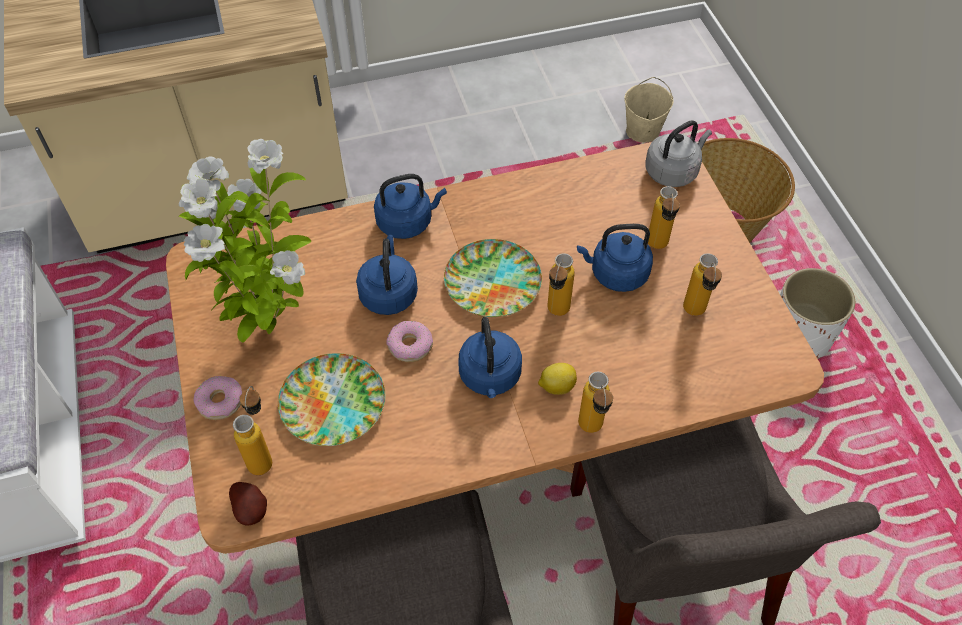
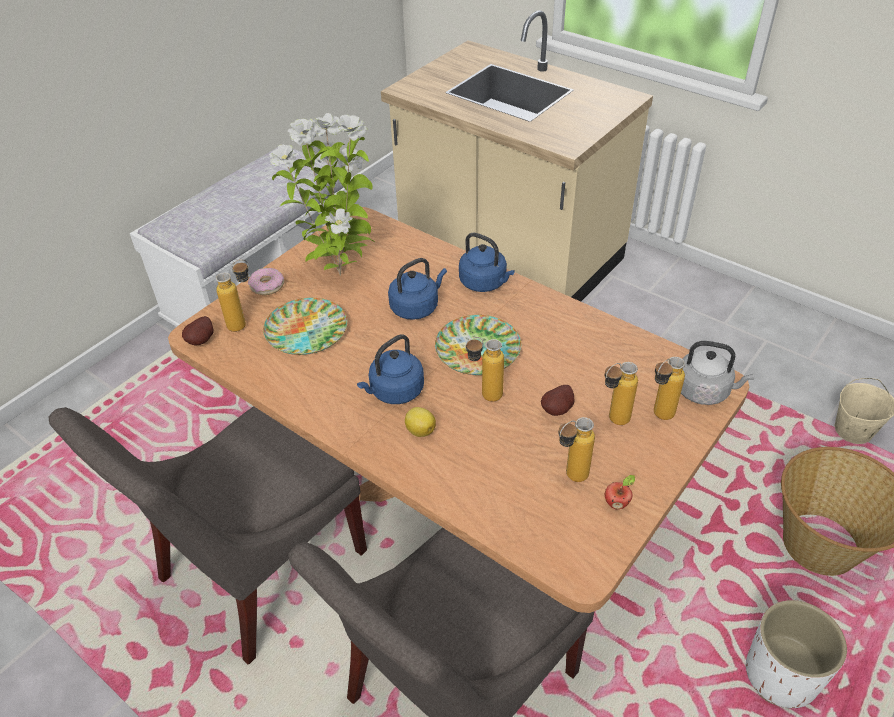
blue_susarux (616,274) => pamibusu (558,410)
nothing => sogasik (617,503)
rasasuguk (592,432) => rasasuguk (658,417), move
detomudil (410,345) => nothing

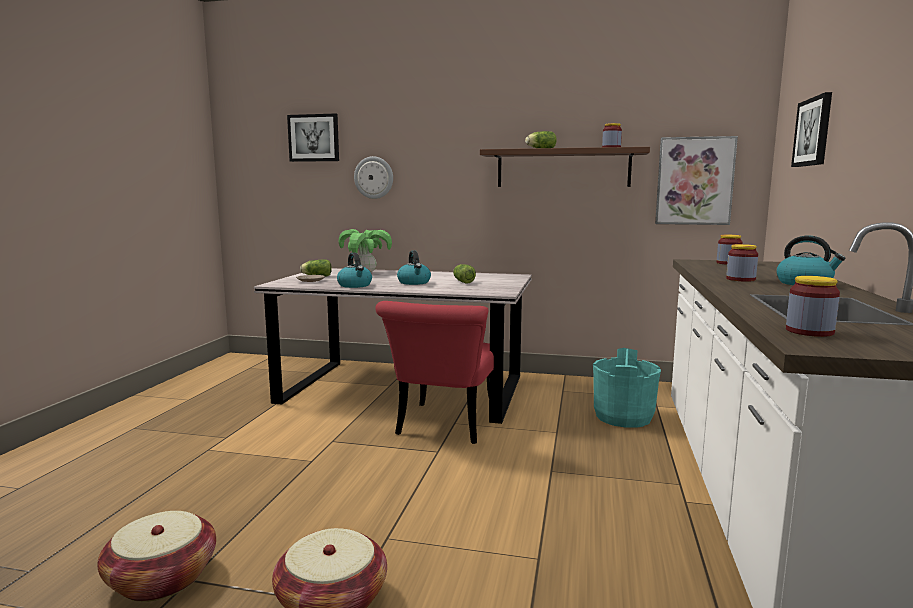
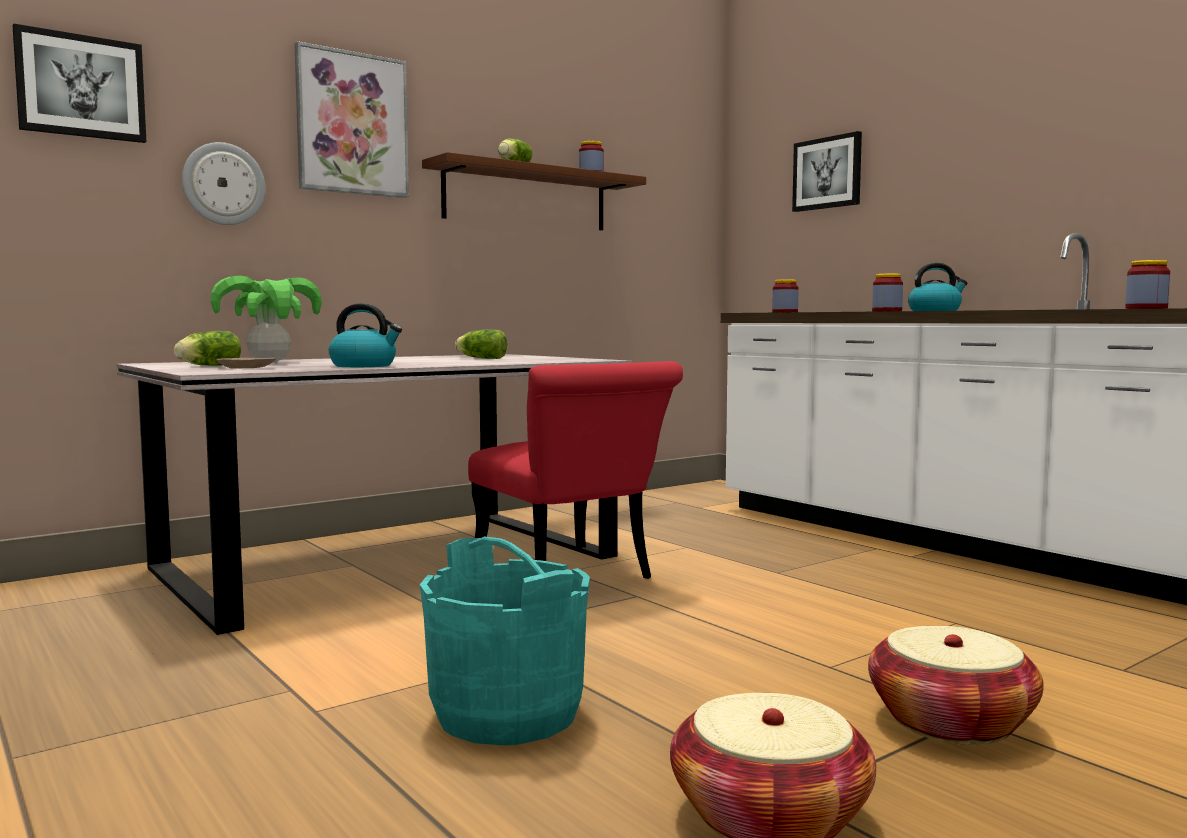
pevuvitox (694,181) => pevuvitox (352,124), move
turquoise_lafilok (623,417) => turquoise_lafilok (506,714), move
susarux (414,282) => nothing

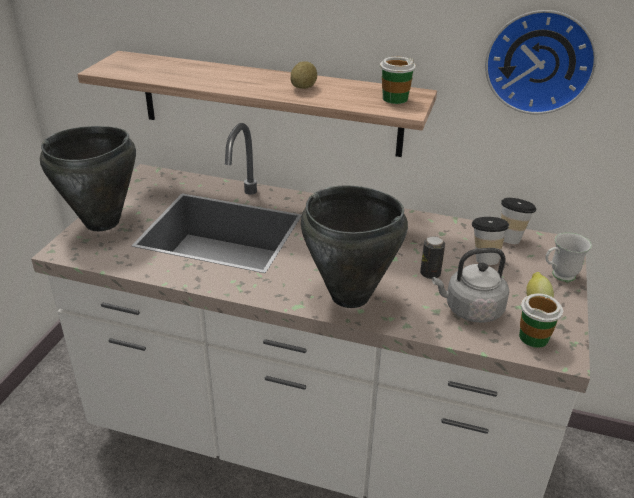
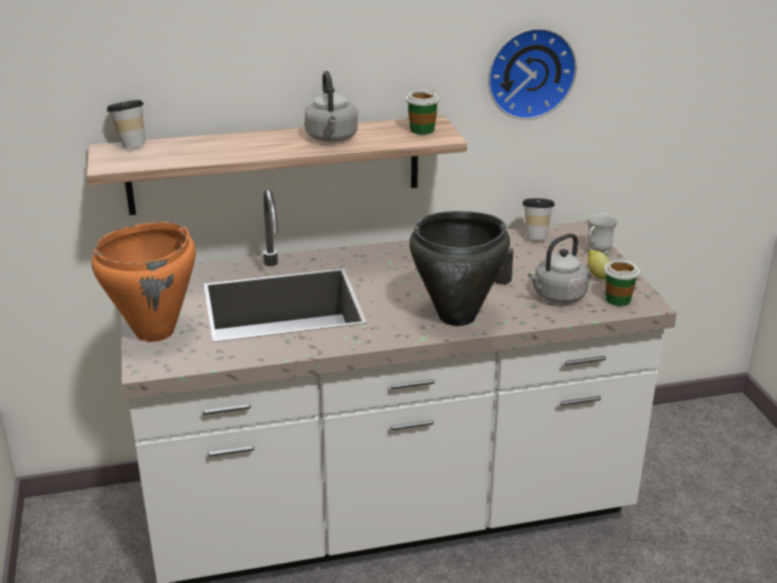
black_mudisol (102,223) => orange_mudisol (155,332)
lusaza (484,258) => lusaza (130,145), move
pamibusu (303,87) => grey_susarux (332,138)

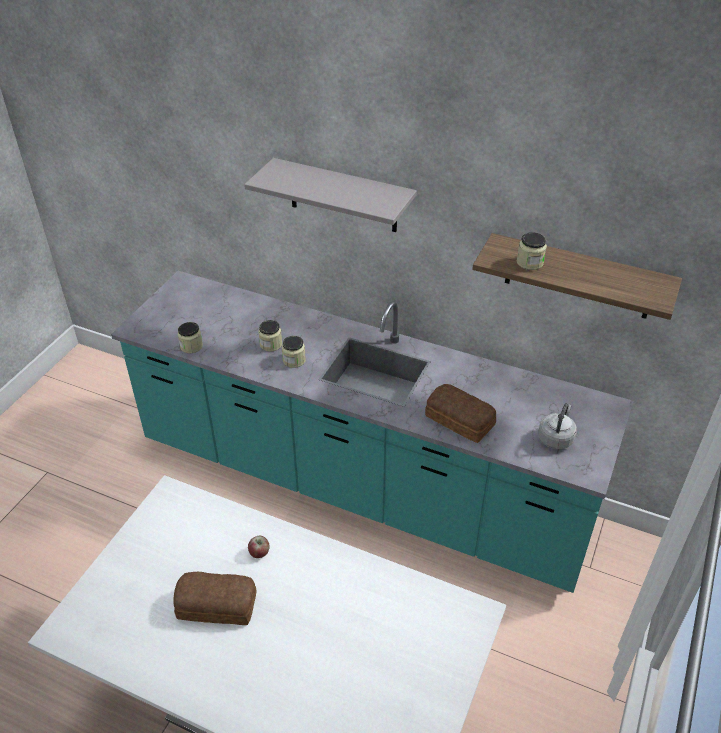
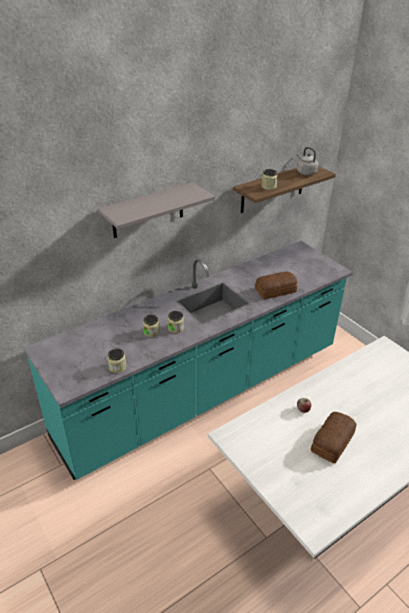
grey_susarux (556,438) => grey_susarux (305,172), move

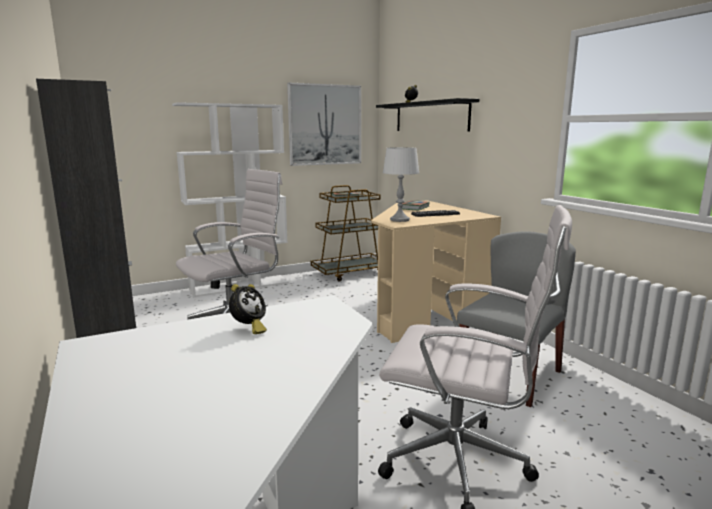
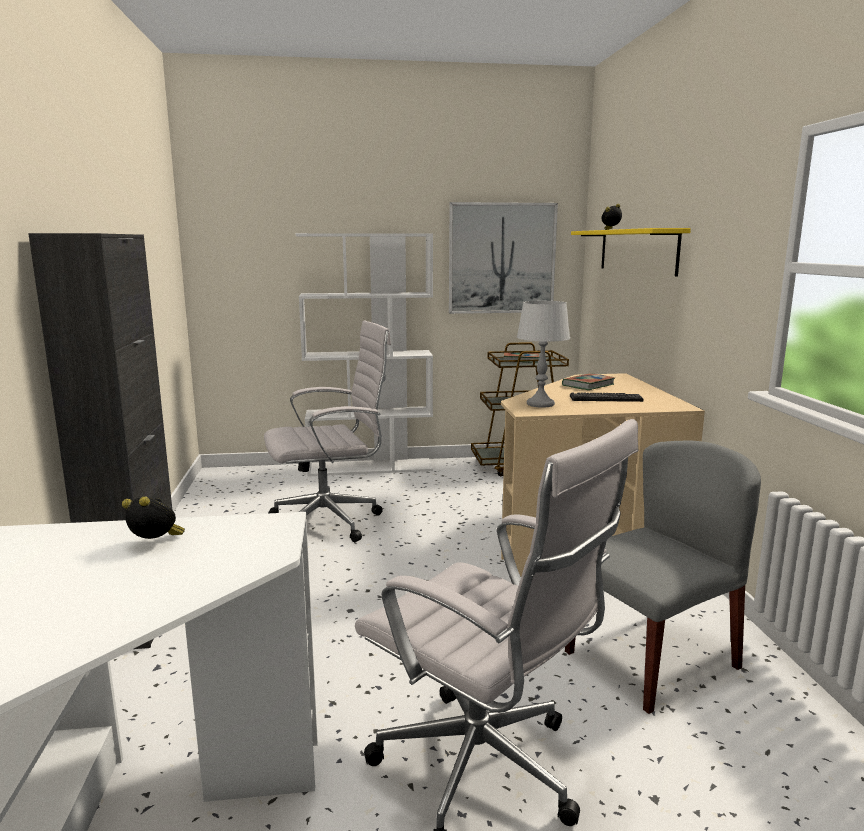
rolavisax (249,329) => rolavisax (156,543), 120 degrees counterclockwise
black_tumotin (430,116) => yellow_tumotin (636,251)

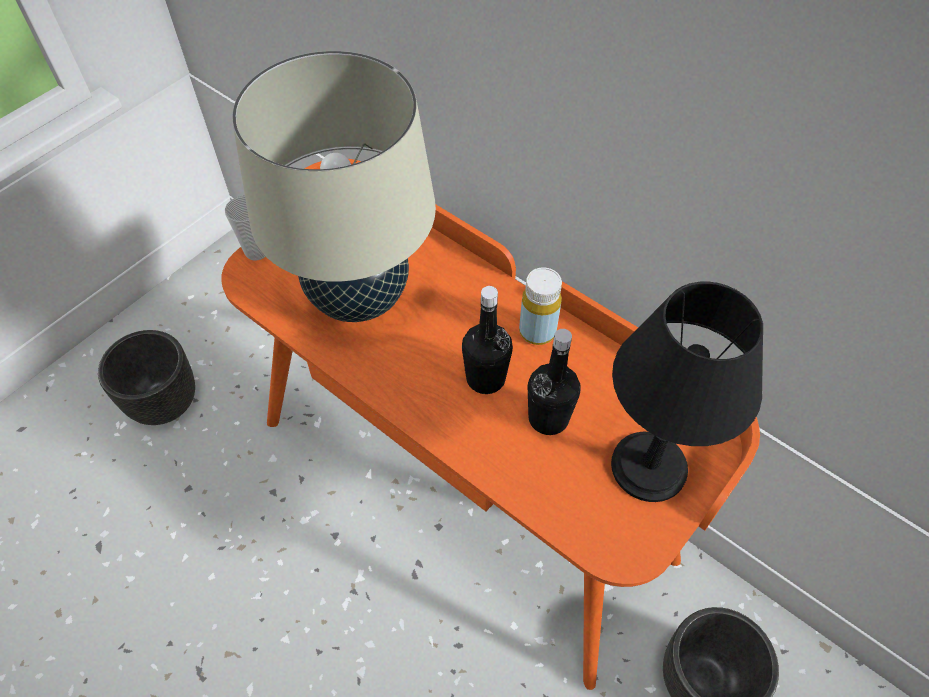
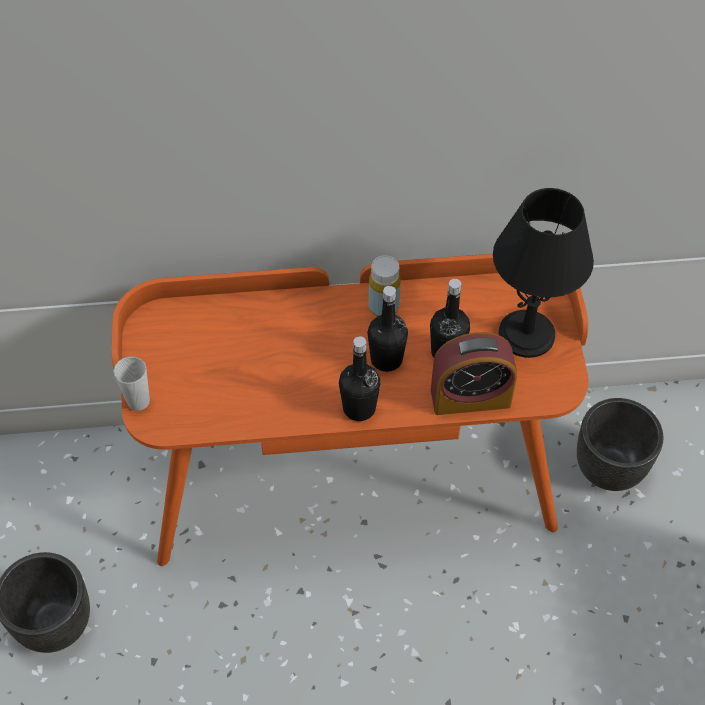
nothing => black_rasasuguk (359,408)
nothing => rolavisax (470,397)
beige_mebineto (358,296) => nothing

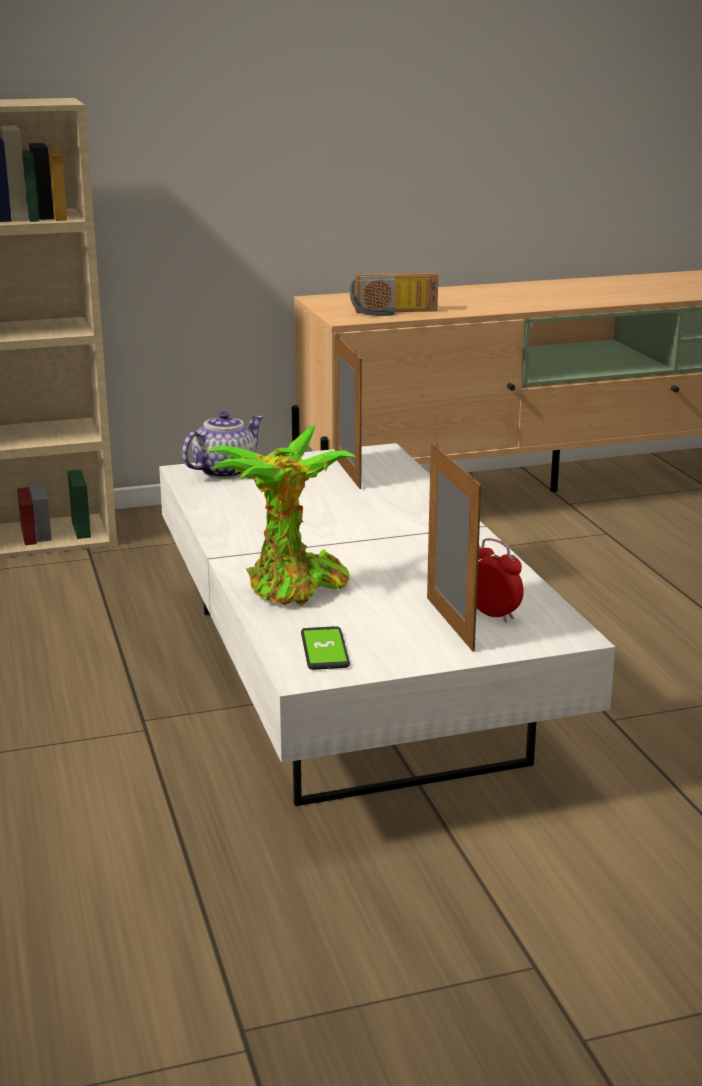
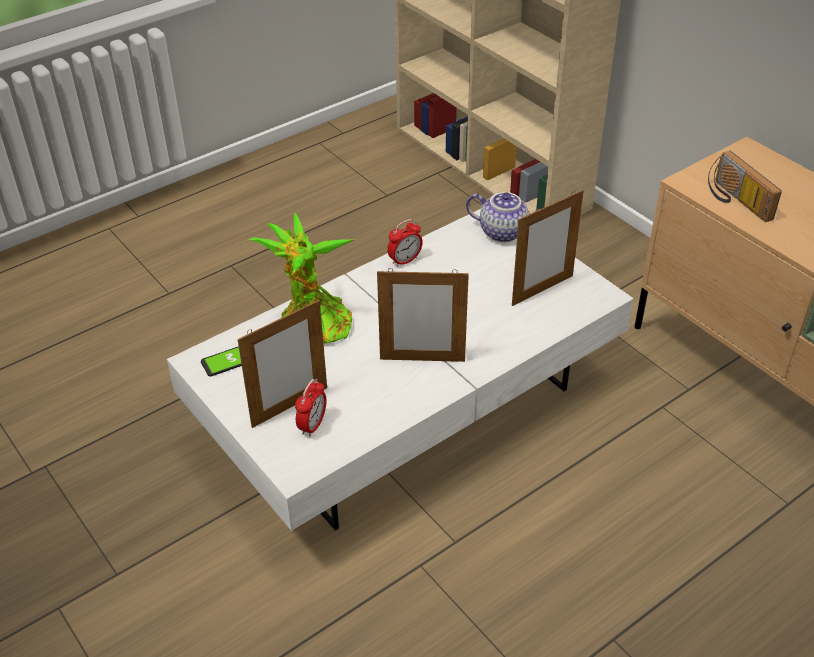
nothing => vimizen (422,360)
nothing => rolavisax (405,260)

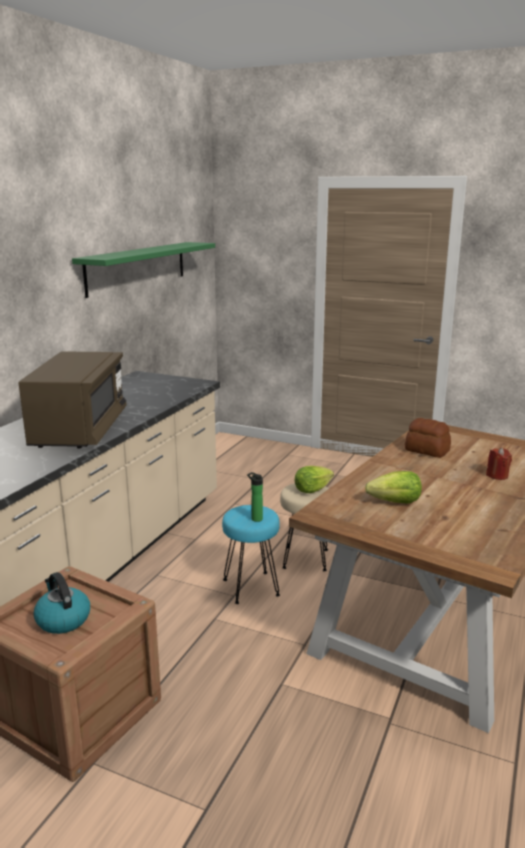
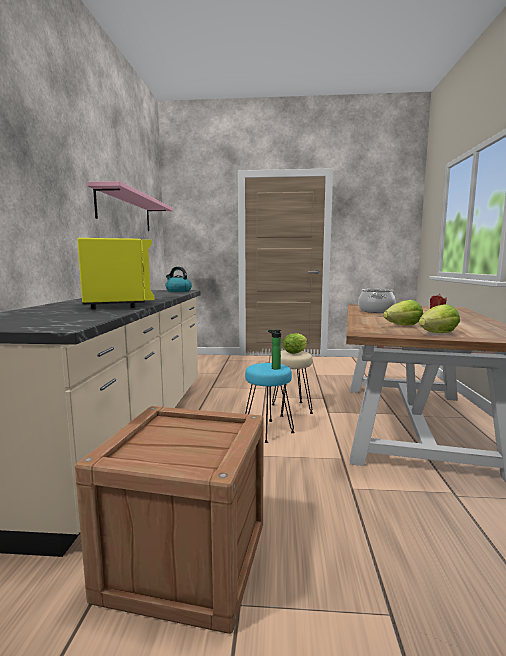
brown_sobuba (80,430) => yellow_sobuba (120,303)
green_tumotin (137,267) => pink_tumotin (125,211)
susarux (62,619) => susarux (178,291), move
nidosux (427,451) => mudisol (376,311)
nothing => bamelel (438,333)

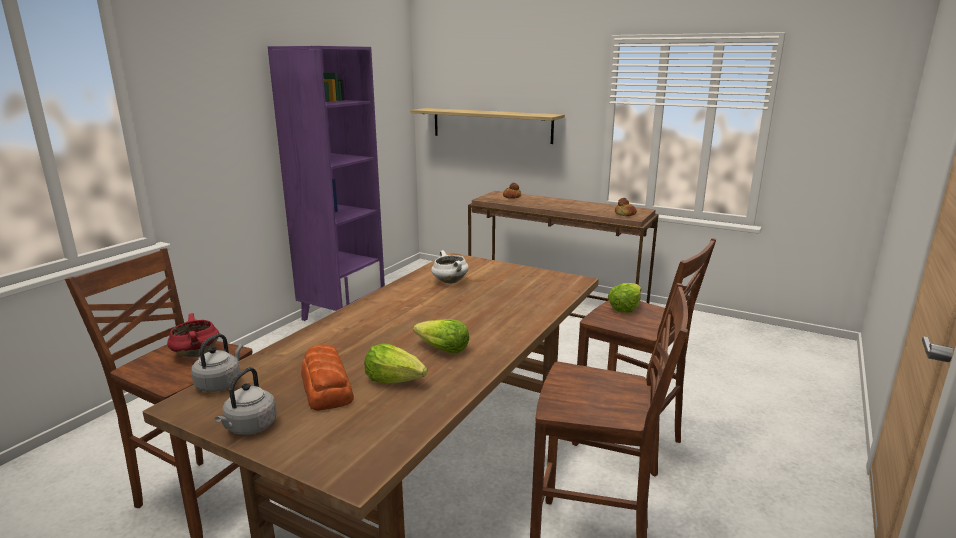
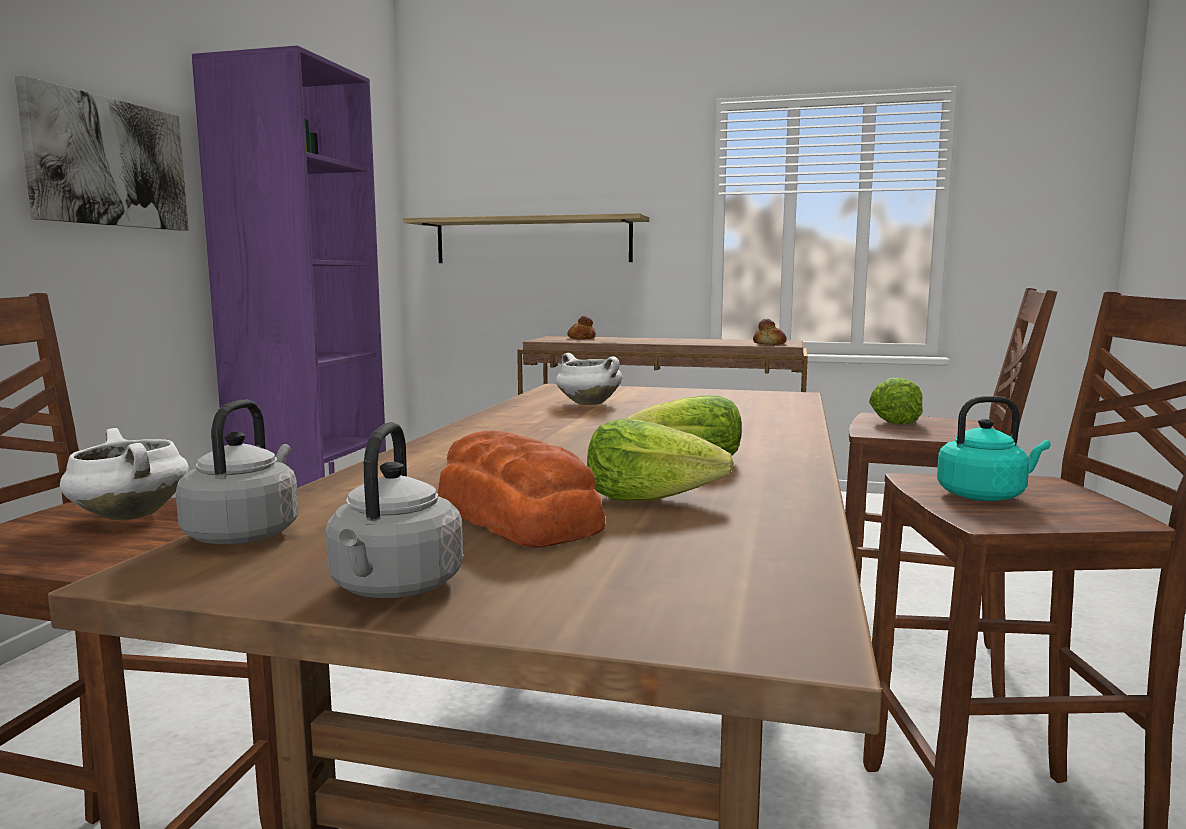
nothing => pevuvitox (107,162)
red_mudisol (195,354) => white_mudisol (128,516)
nothing => turquoise_susarux (985,495)

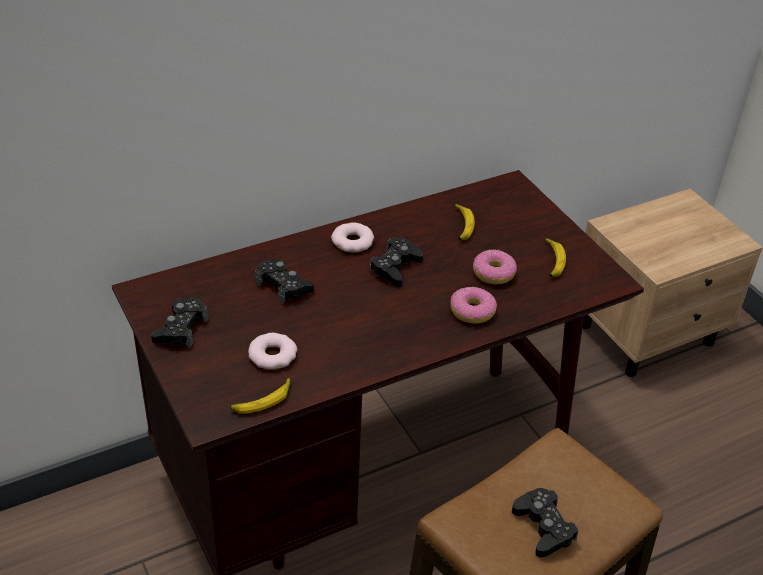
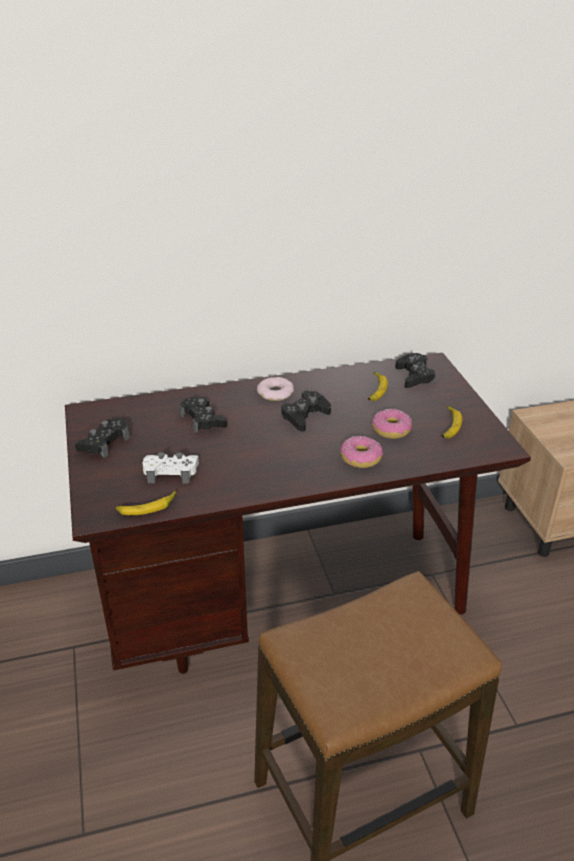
detomudil (273,355) => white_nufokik (171,472)
black_nufokik (543,527) => black_nufokik (414,376), move

